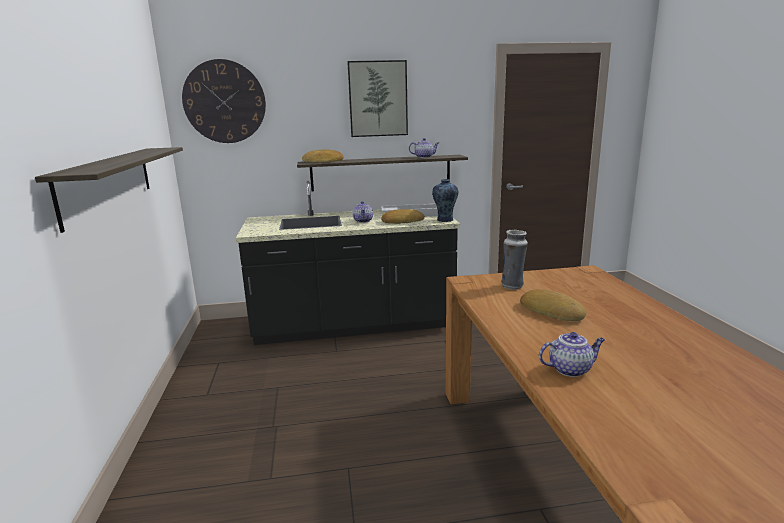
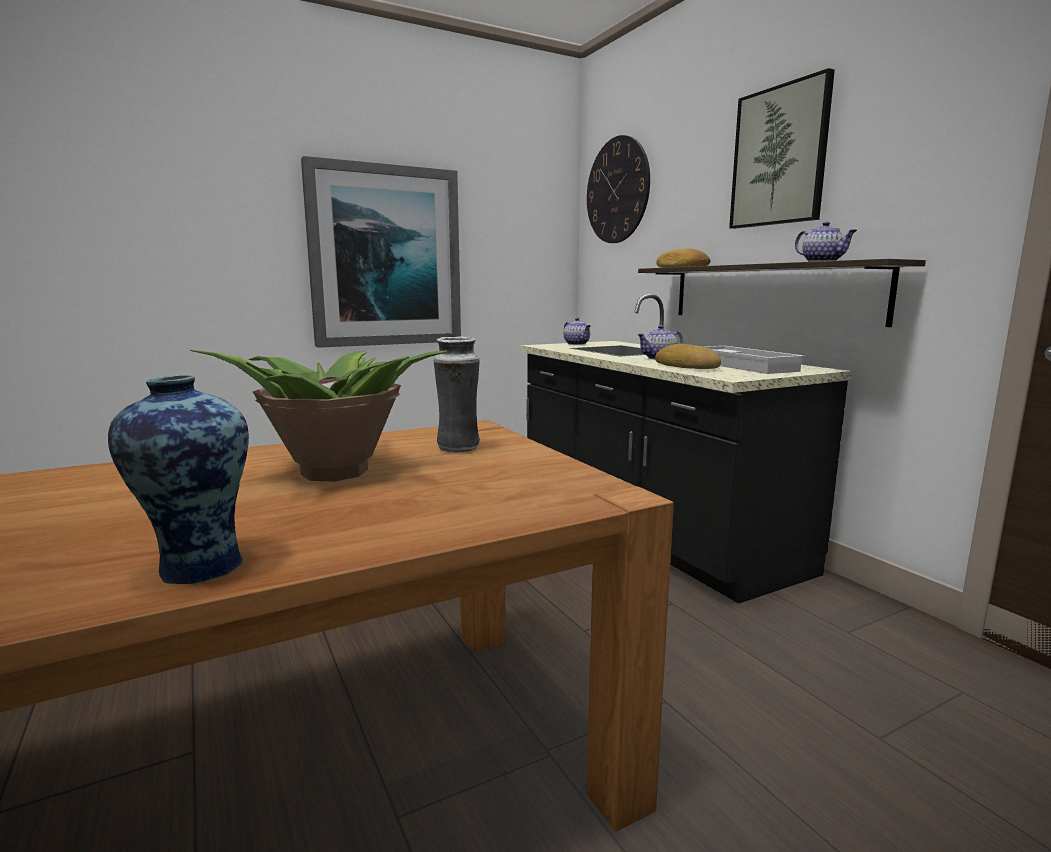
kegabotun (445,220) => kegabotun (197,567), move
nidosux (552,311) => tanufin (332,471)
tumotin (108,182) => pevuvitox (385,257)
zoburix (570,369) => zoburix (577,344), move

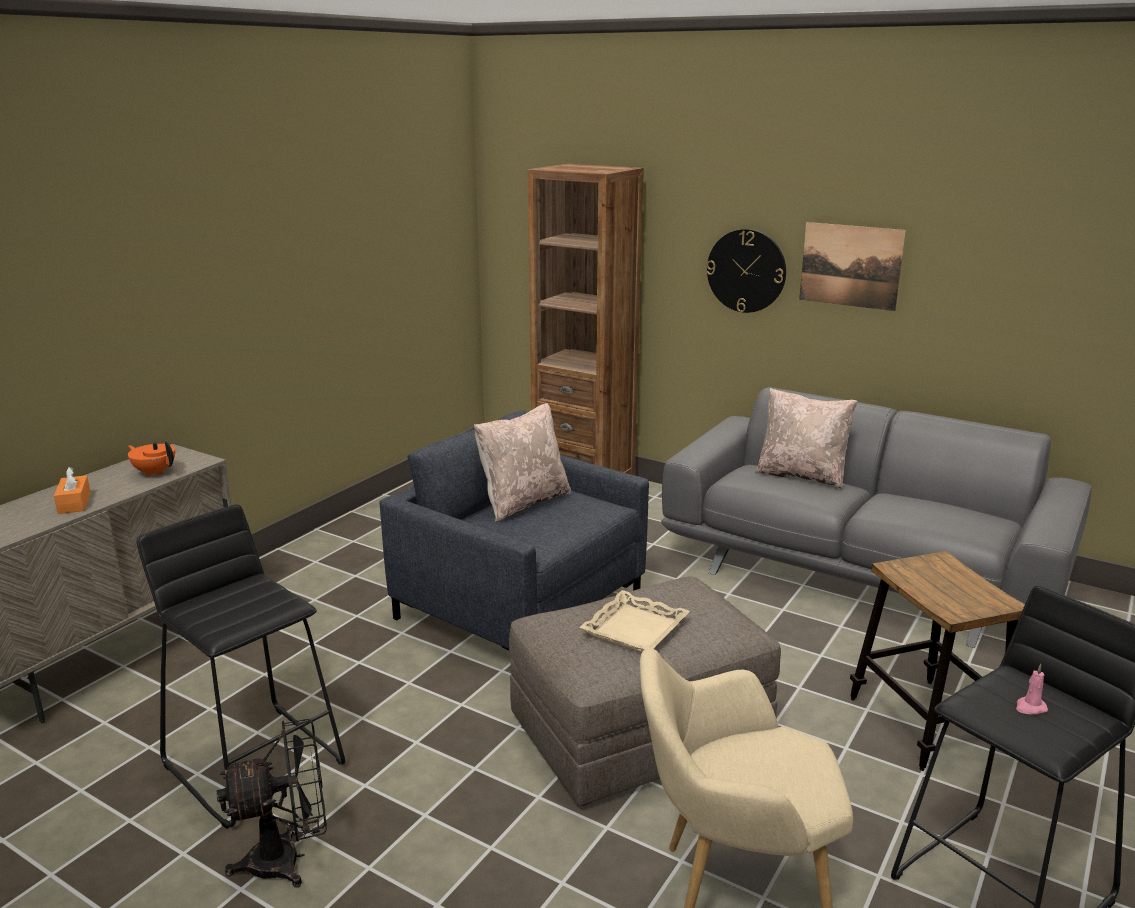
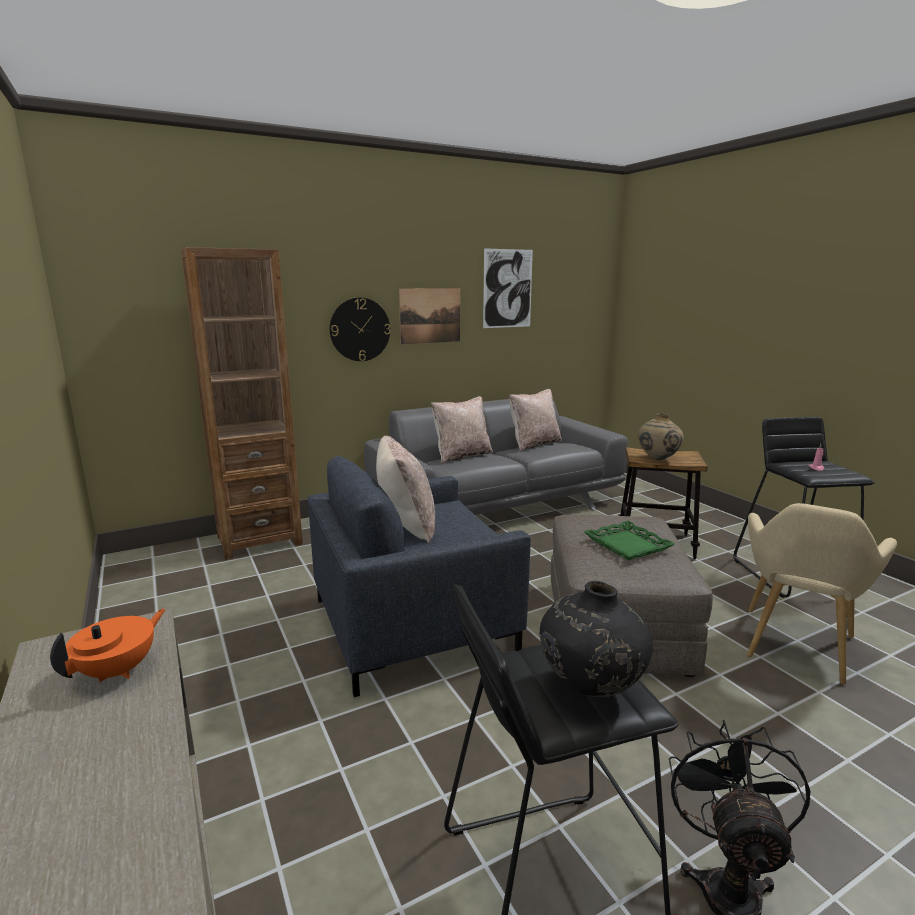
orange_zoburix (155,472) => orange_zoburix (119,671), 150 degrees clockwise
nothing => pevuvitox (507,288)
nothing => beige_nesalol (534,444)
nothing => black_kegabotun (590,689)
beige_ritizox (635,629) => green_ritizox (628,545)
nothing => beige_kegabotun (657,459)
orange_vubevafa (74,503) => nothing

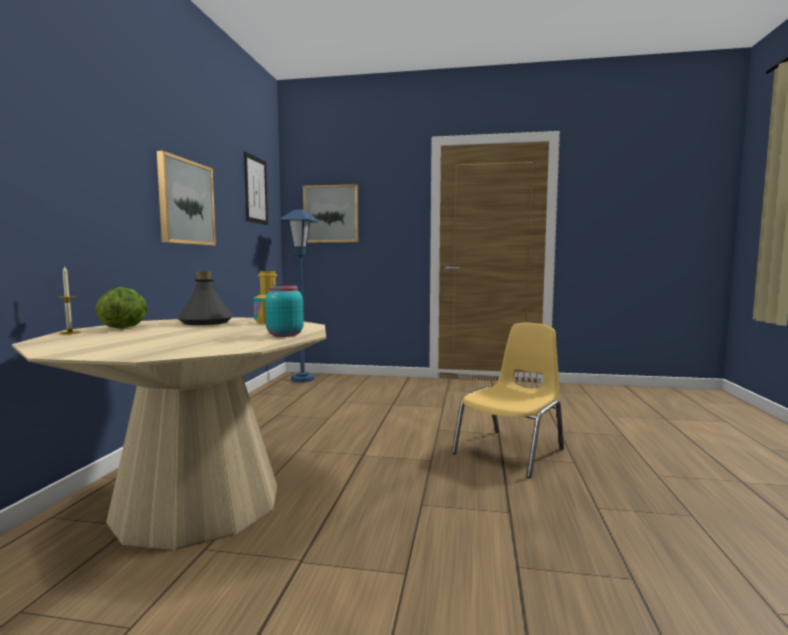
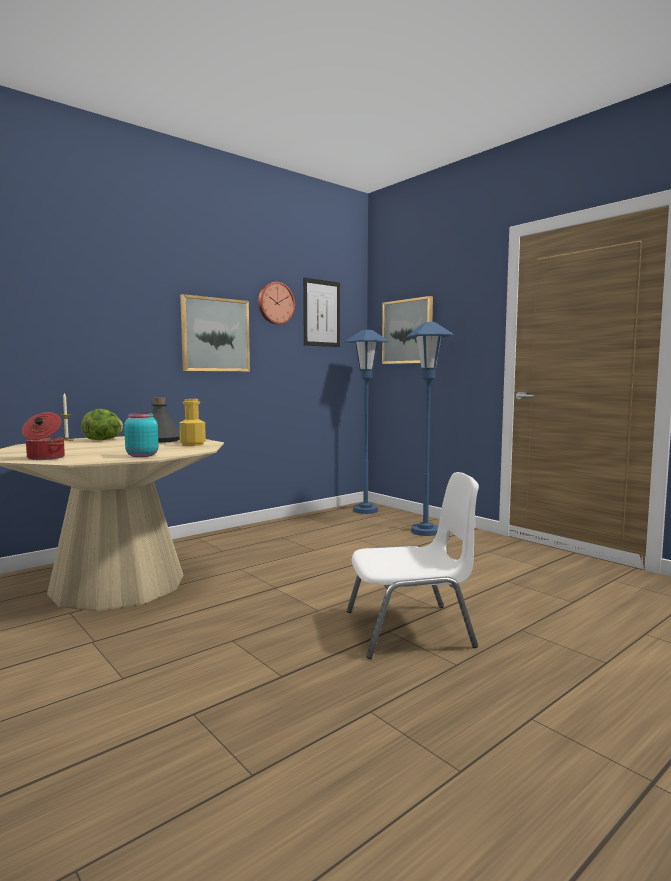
nothing => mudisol (45,458)
nothing => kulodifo (275,303)
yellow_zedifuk (511,451) => white_zedifuk (410,629)
nothing => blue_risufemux (425,531)

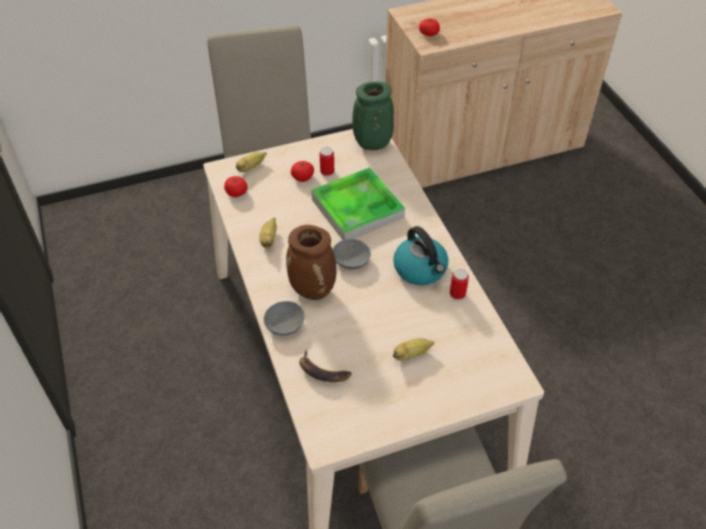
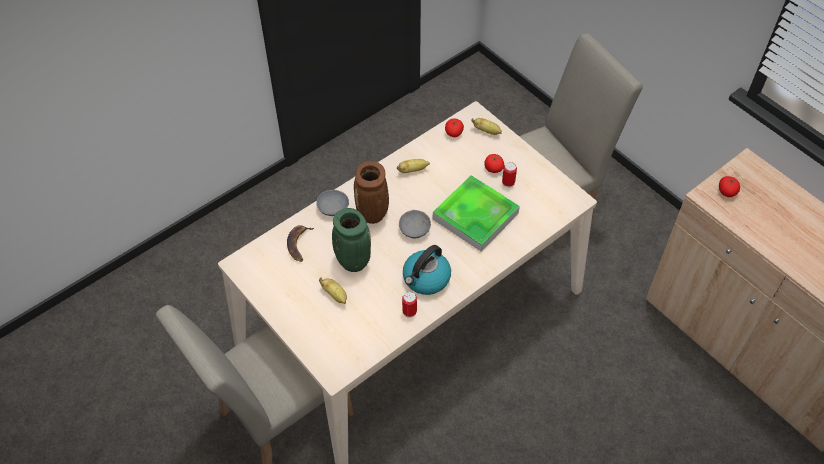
green_kegabotun (372,144) => green_kegabotun (352,261), move

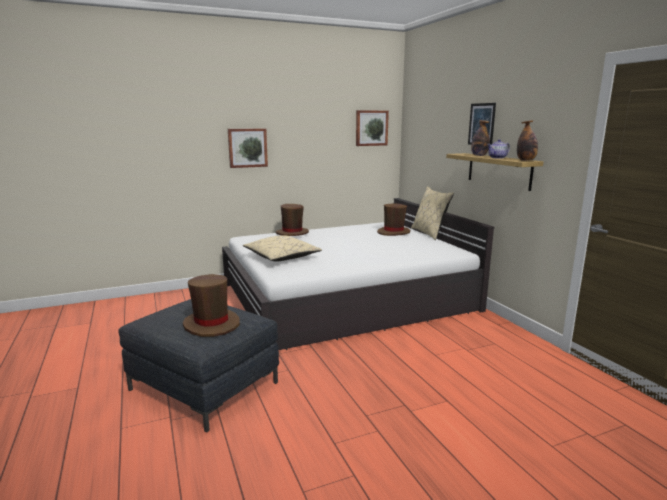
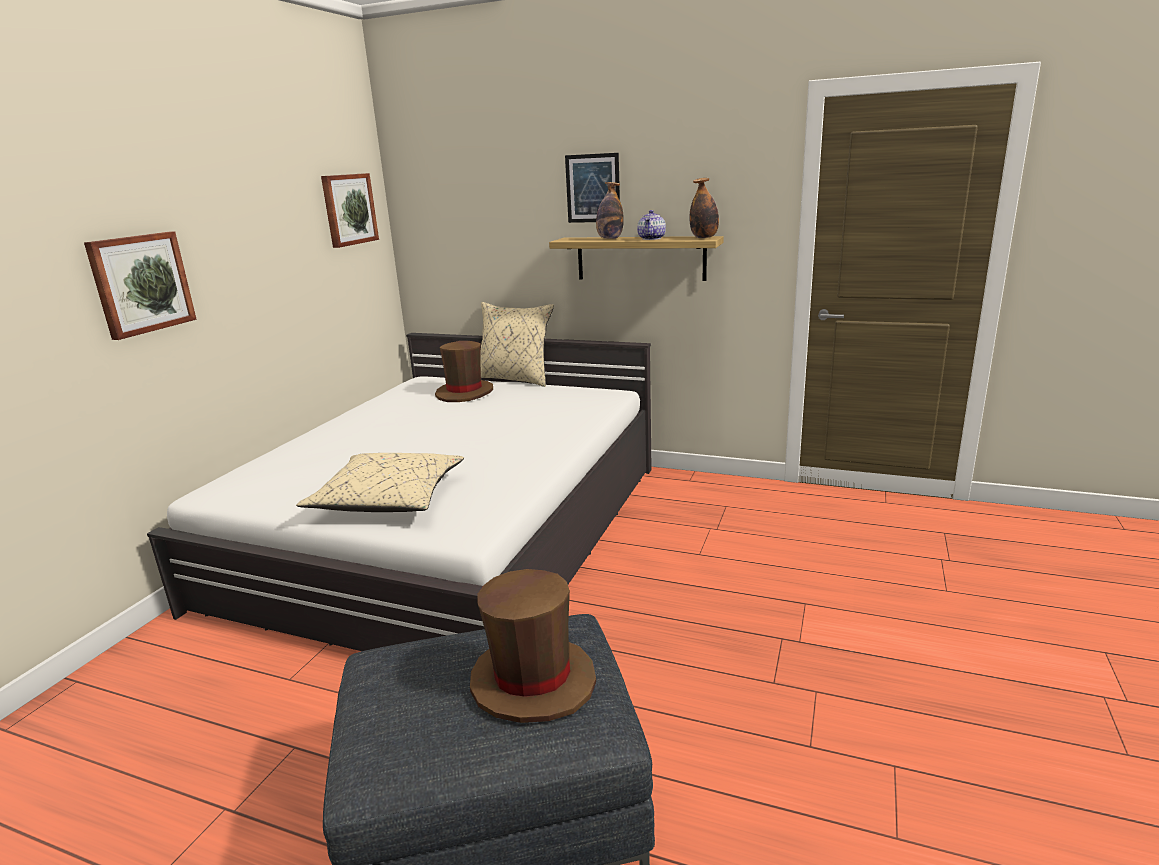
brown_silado (292,233) => nothing

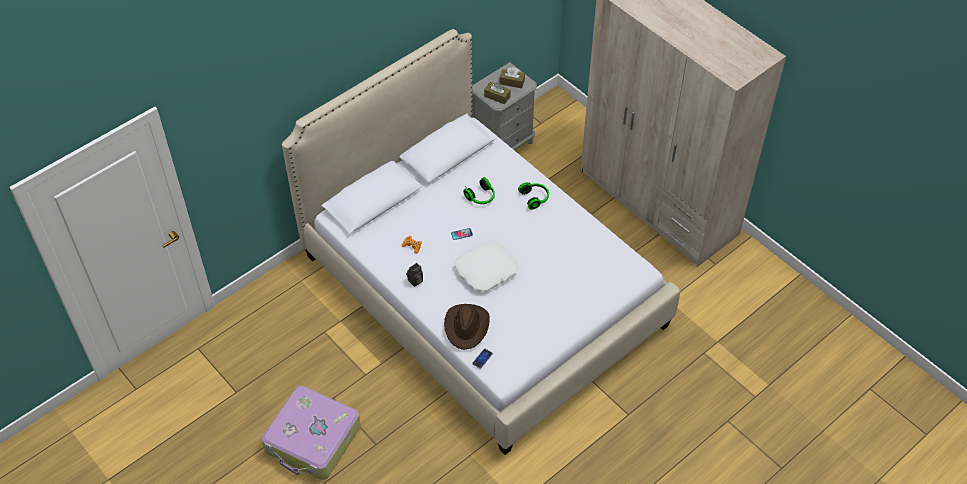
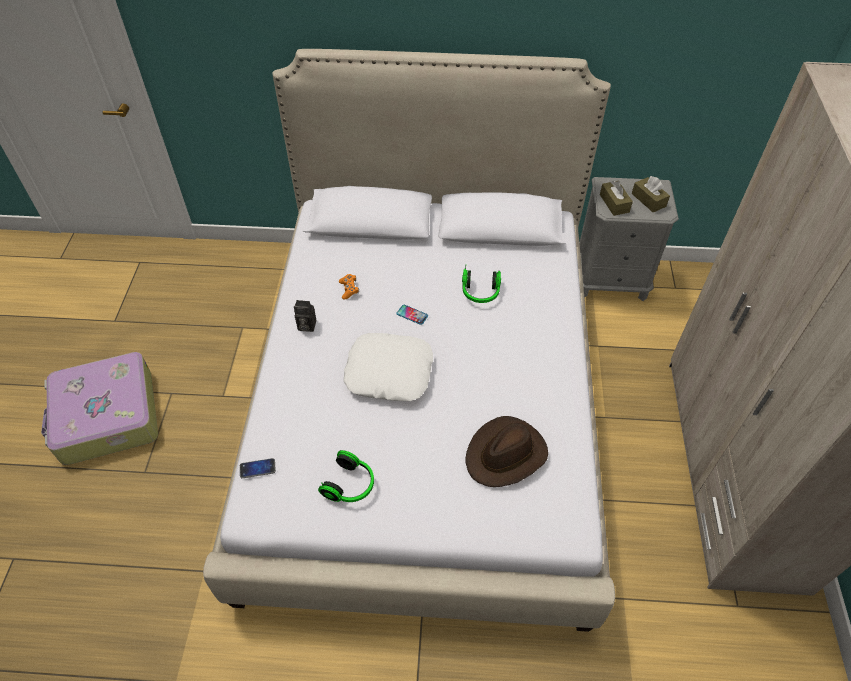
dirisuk (535,198) => dirisuk (350,485), move
brown_silado (467,327) => brown_silado (506,454), move

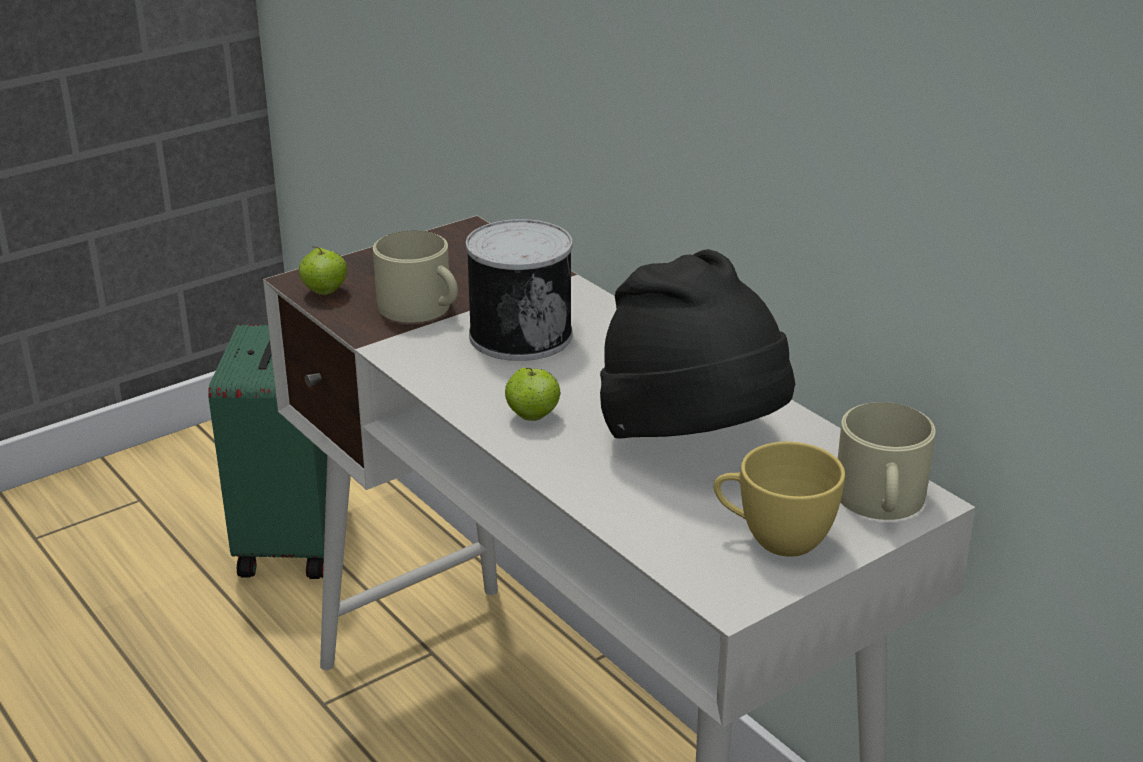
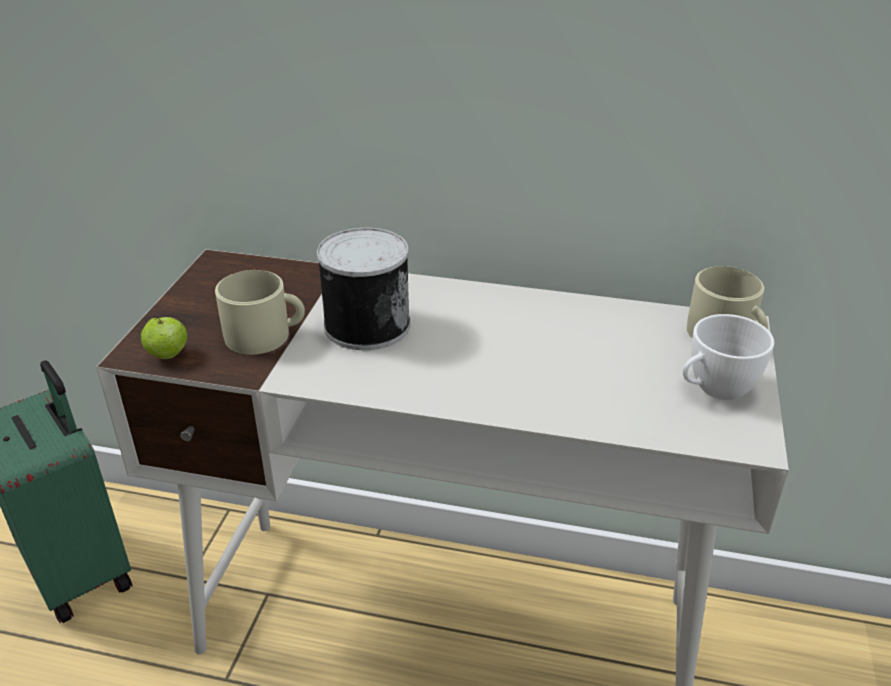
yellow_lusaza (773,538) => white_lusaza (714,390)
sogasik (533,416) => nothing
black_silado (693,441) => nothing

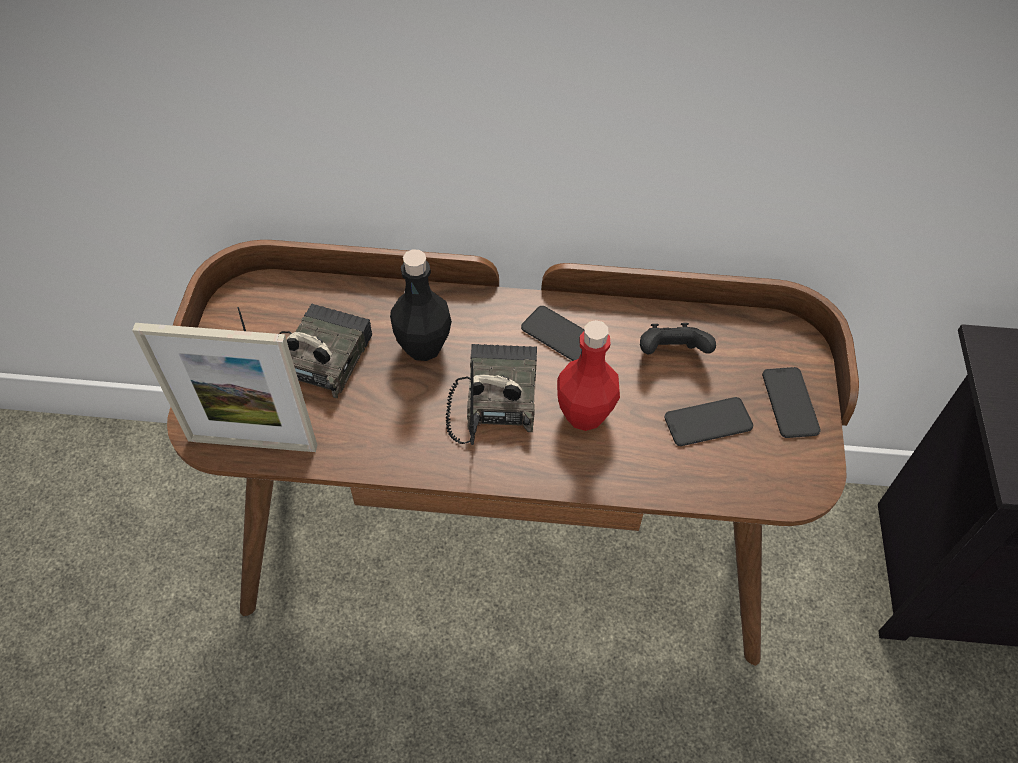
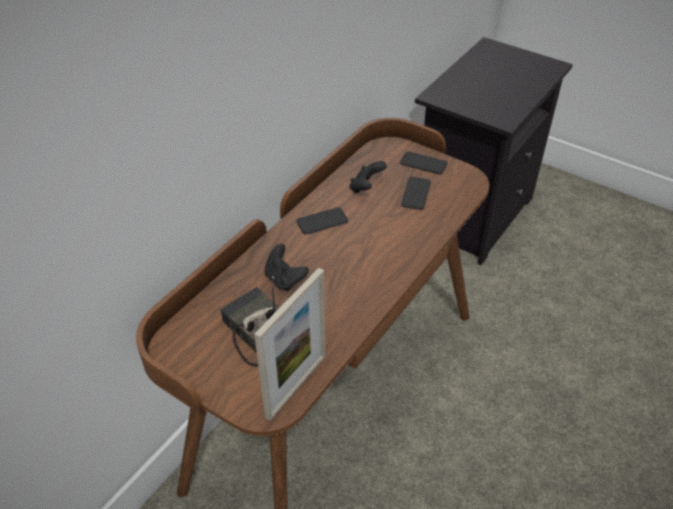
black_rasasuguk (423,346) => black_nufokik (284,279)
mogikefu (493,399) => nothing
red_rasasuguk (584,414) => nothing

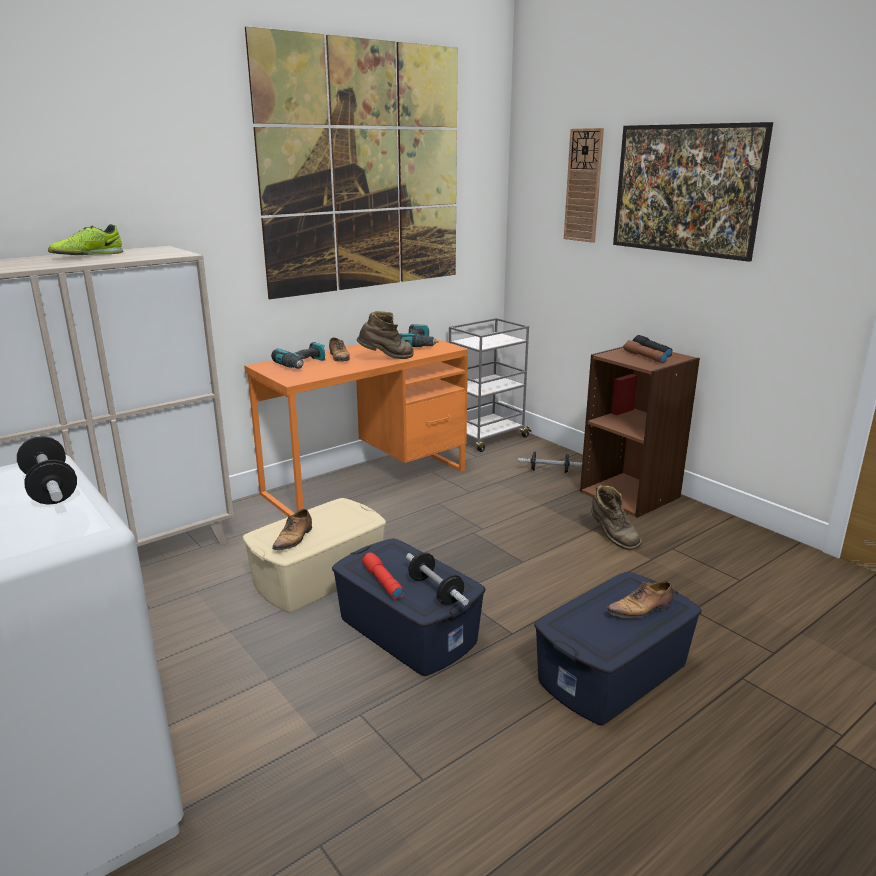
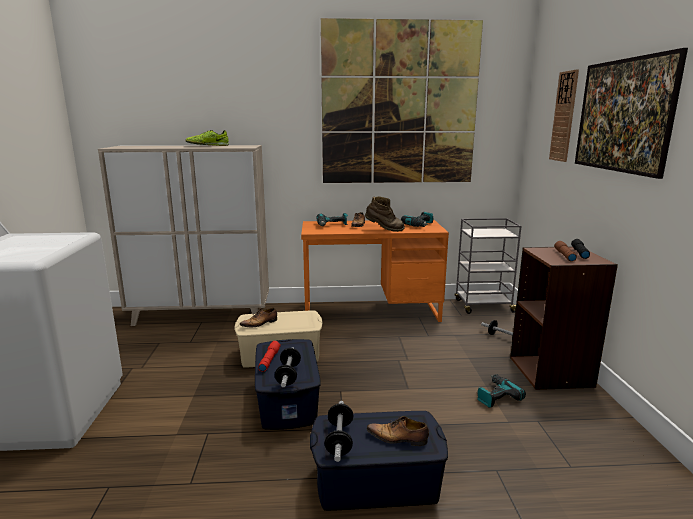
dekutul (50,489) => dekutul (339,440), move
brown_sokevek (612,537) => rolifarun (495,396)

